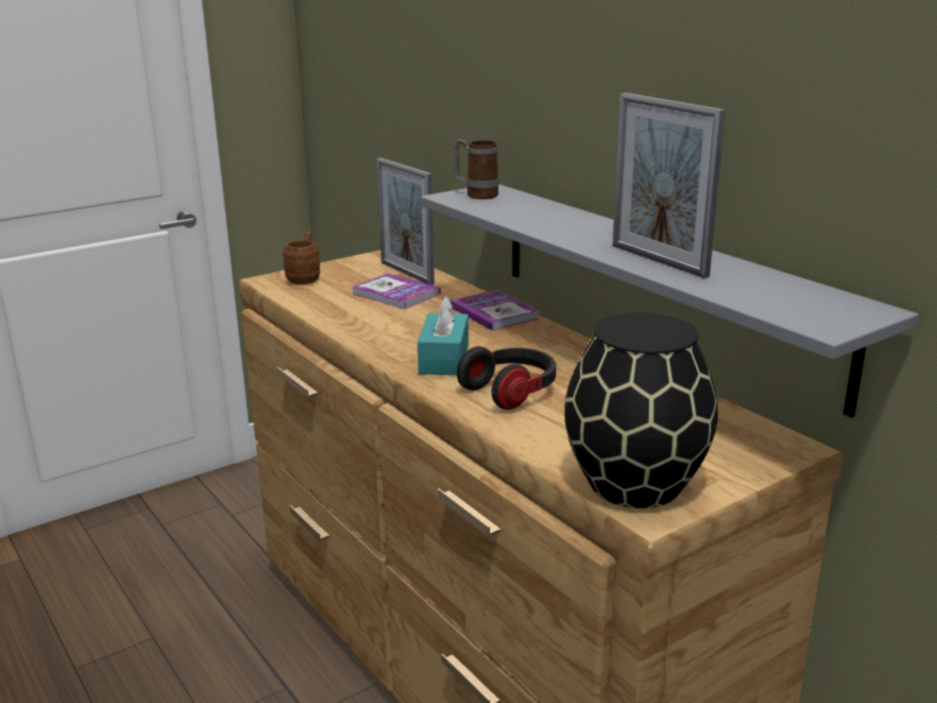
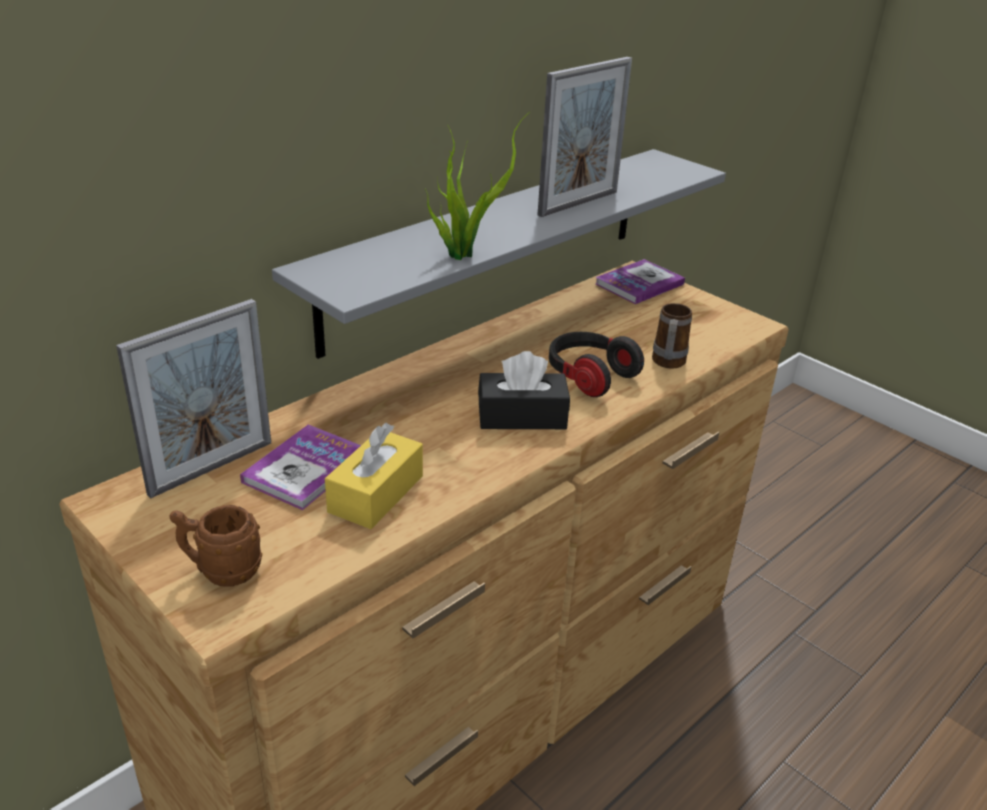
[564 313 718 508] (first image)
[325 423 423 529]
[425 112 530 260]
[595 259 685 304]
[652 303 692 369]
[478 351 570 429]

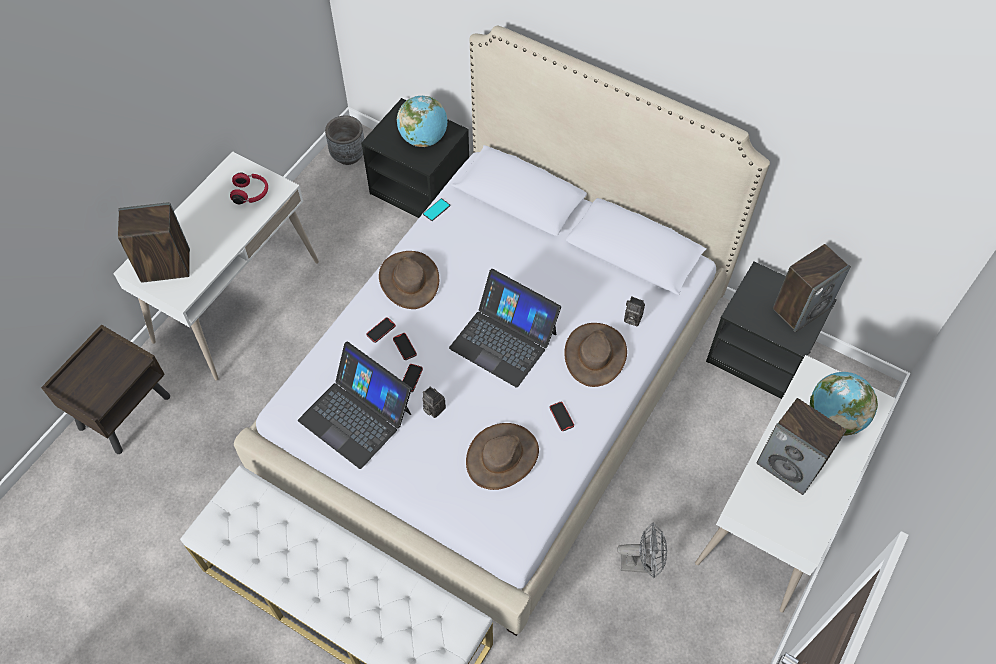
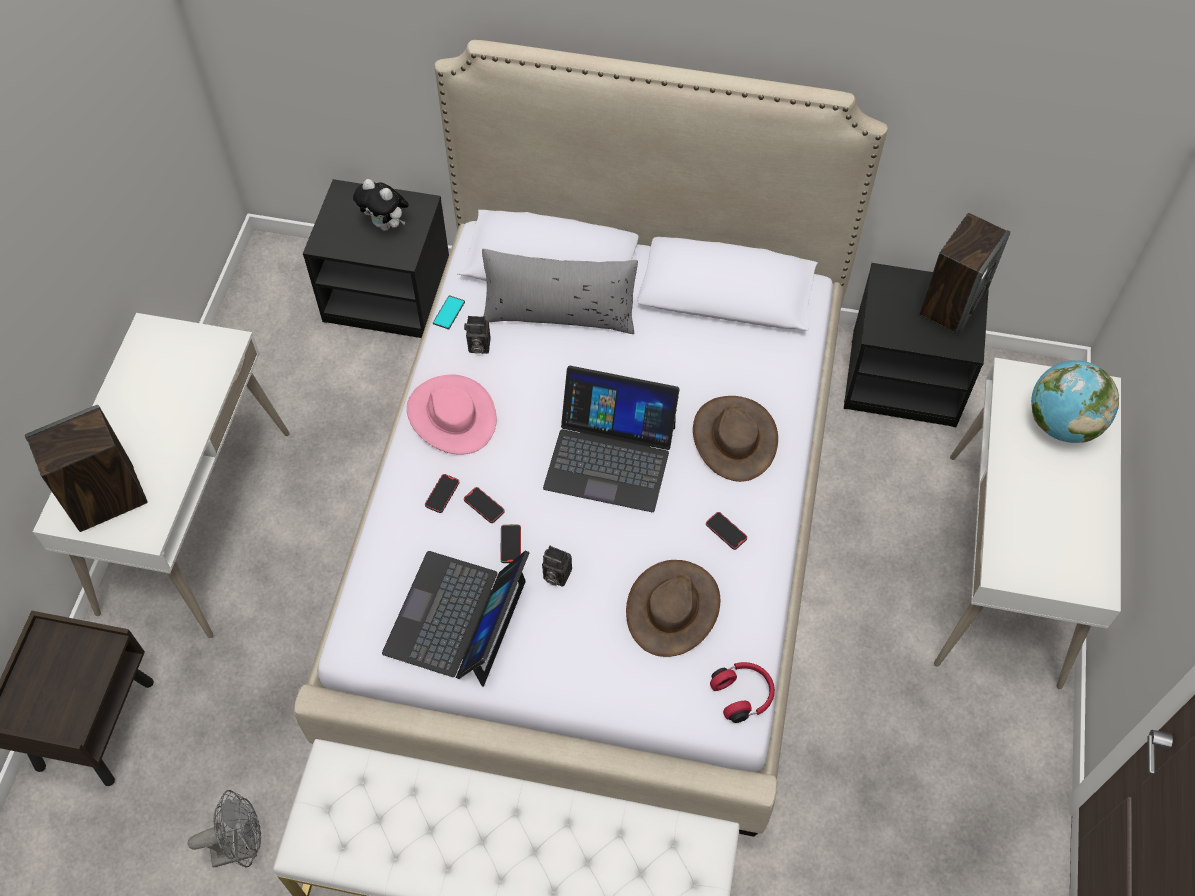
[325 116 364 165] (first image)
[757 398 846 495] (first image)
[482 248 638 334]
[710 662 775 723]
[188 790 261 867]
[464 316 491 354]
[353 179 409 231]
[407 375 497 455]
[382 550 530 687]

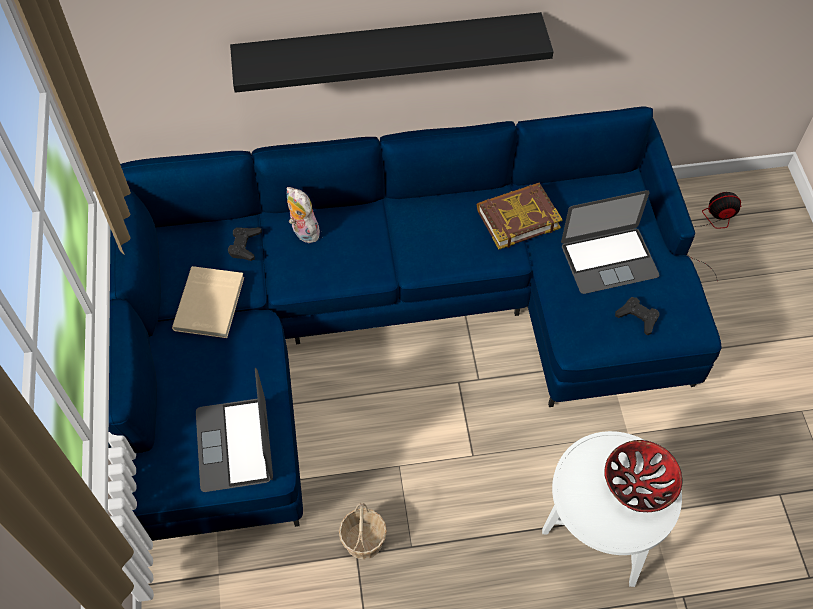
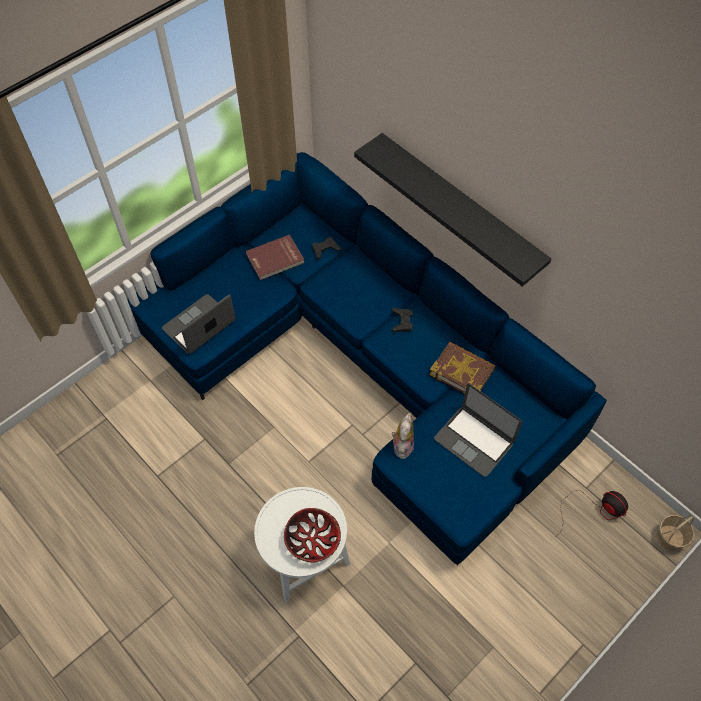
[392 413 414 459]
[656 515 694 552]
[392 307 413 332]
[246 235 304 280]

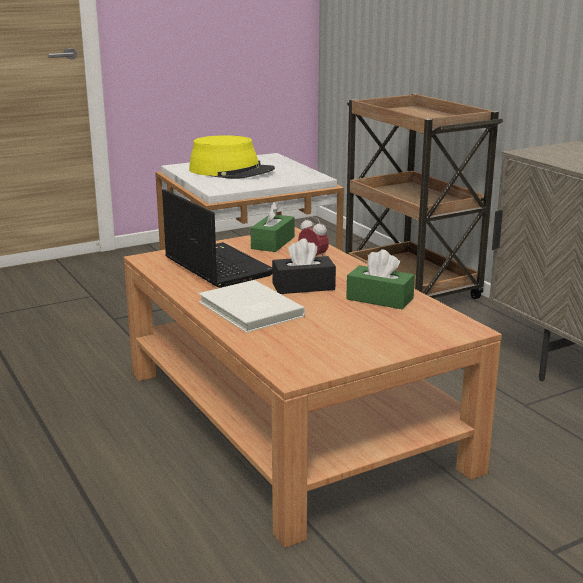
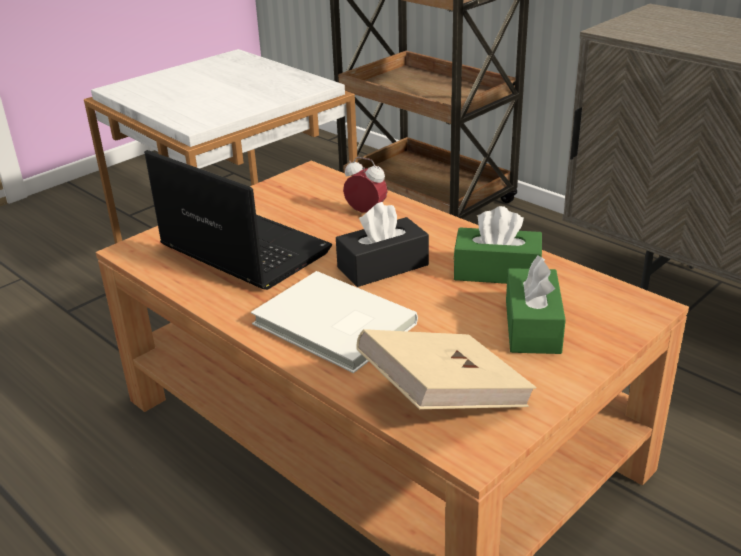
[189 135 275 179] (first image)
[356 329 537 409]
[506 255 566 354]

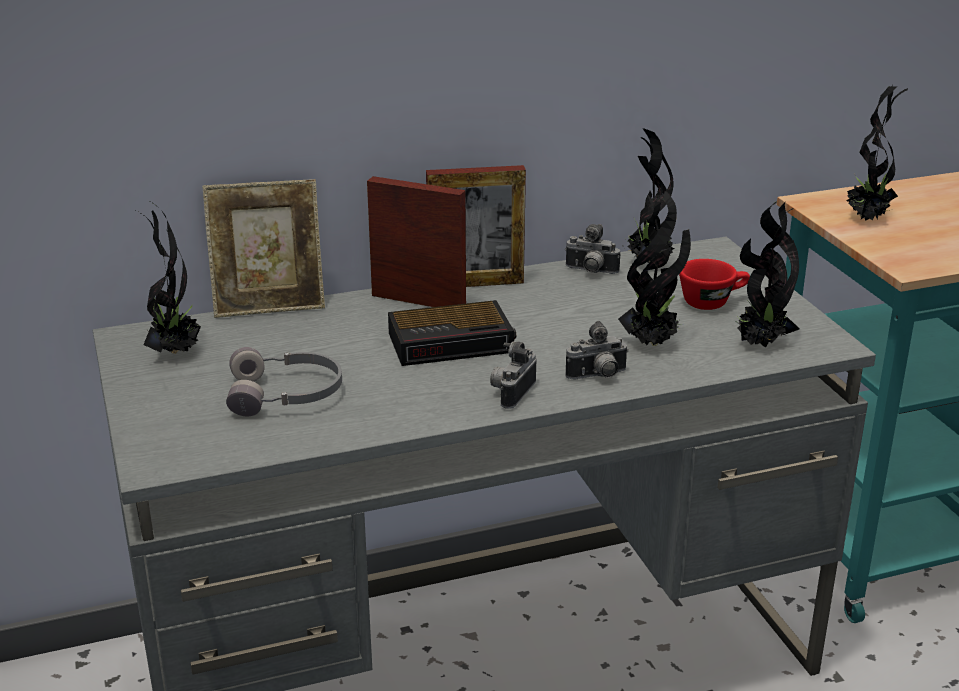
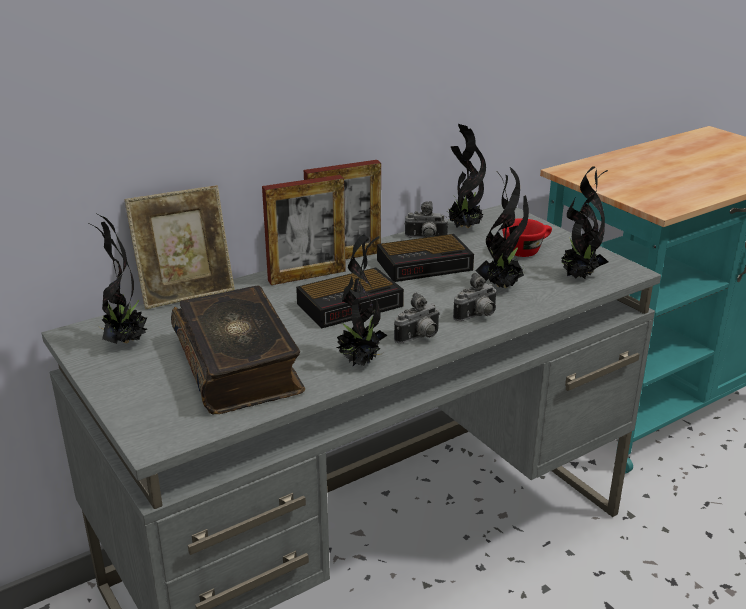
[377 234 474 282]
[336 234 387 366]
[171 285 305 414]
[262 175 346 285]
[394 293 440 343]

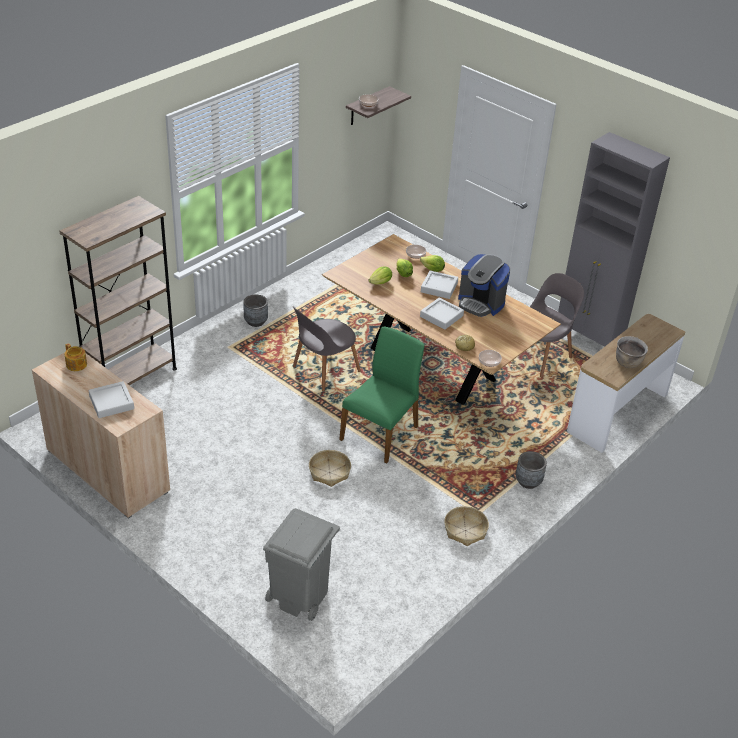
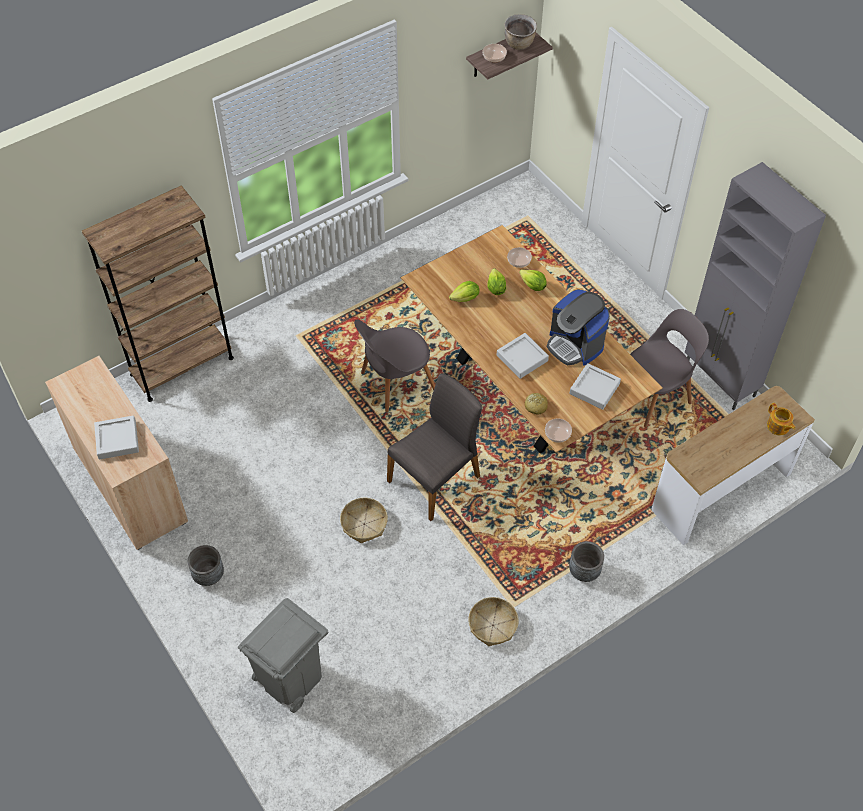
[767 403 795 435]
[188 545 224 586]
[569 363 621 410]
[504 14 537 50]
[387 374 482 521]

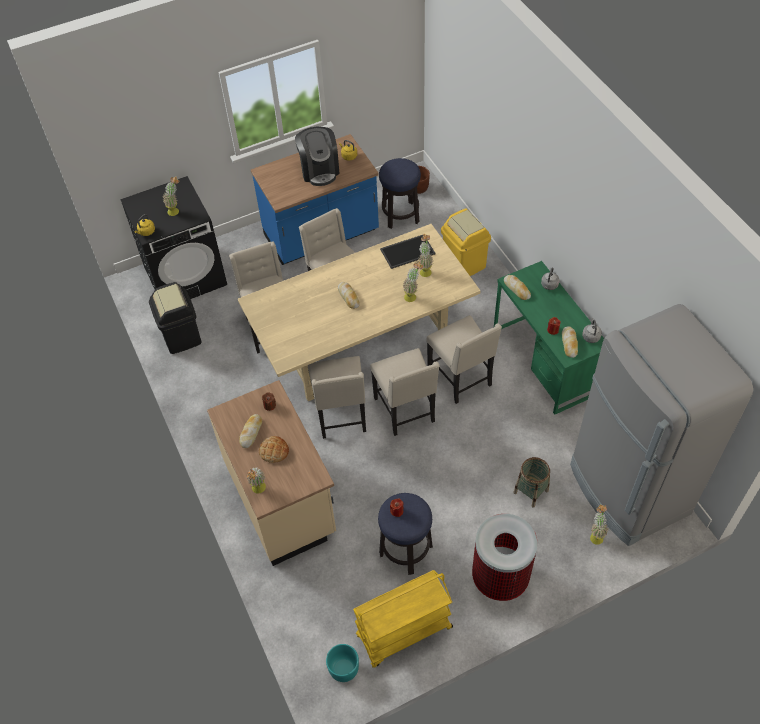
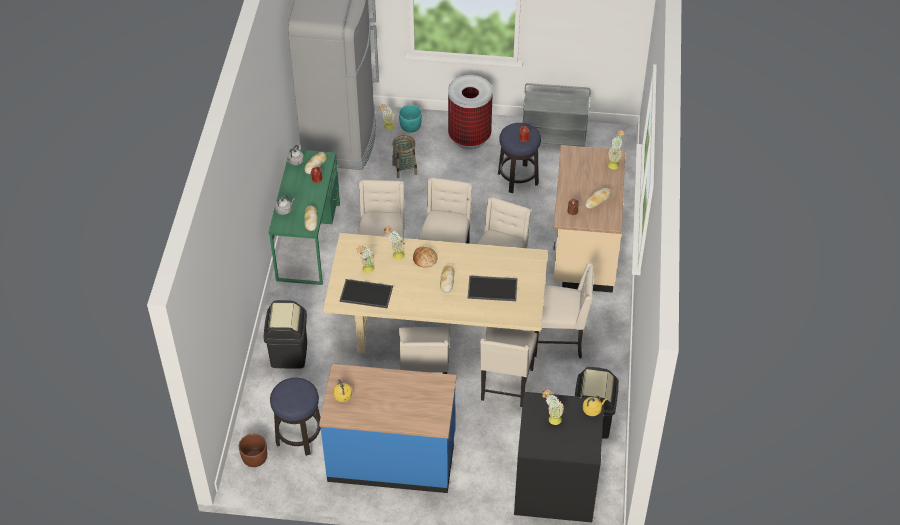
[295 127 340 186] (first image)
[468 276 517 301]
[535 263 594 358]
[413 247 437 268]
[399 105 422 133]
[523 83 591 147]
[264 300 307 369]

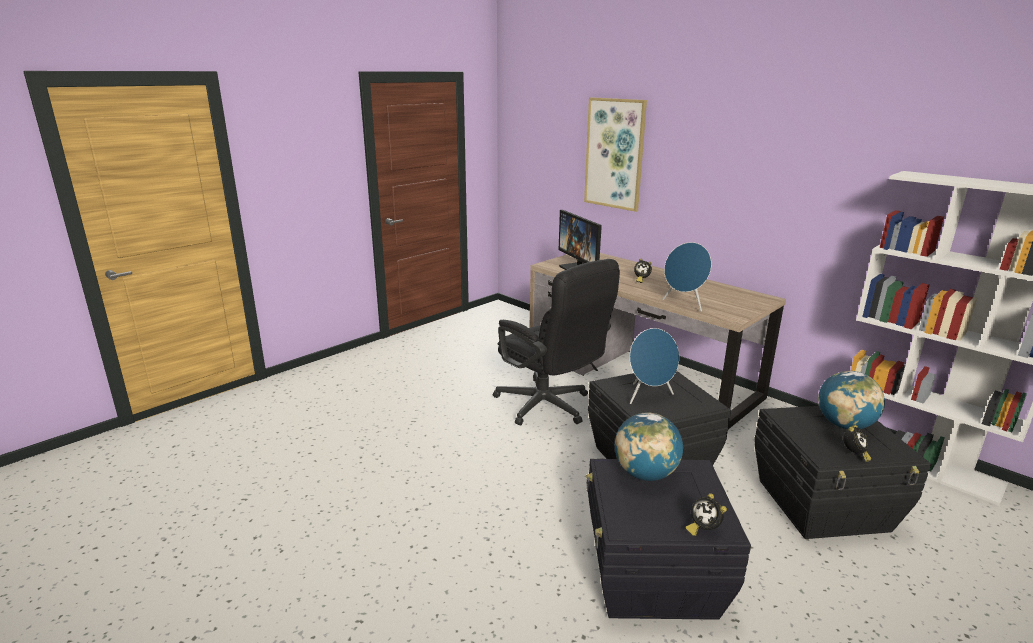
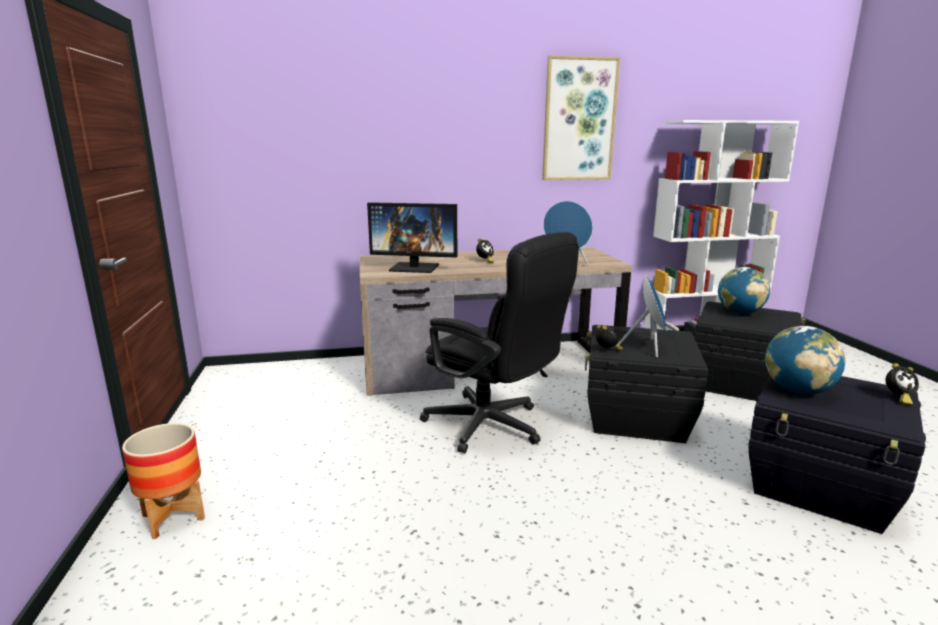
[122 423 205 539]
[542 55 620 180]
[596 325 623 351]
[420 232 579 453]

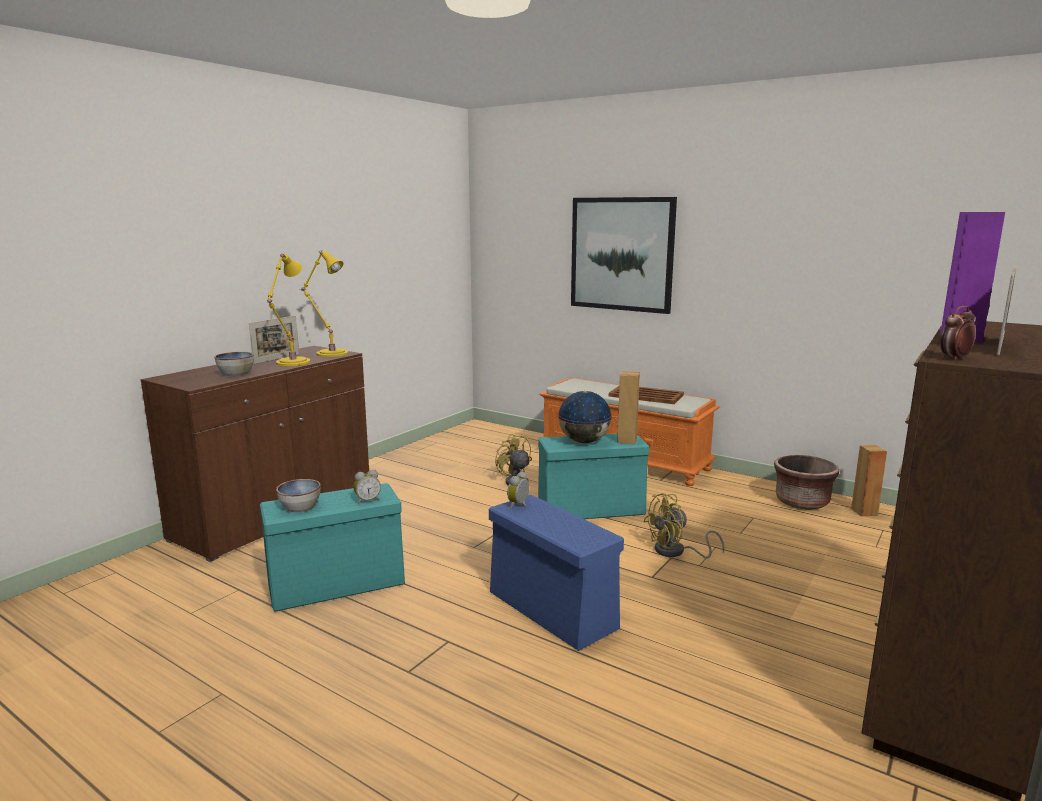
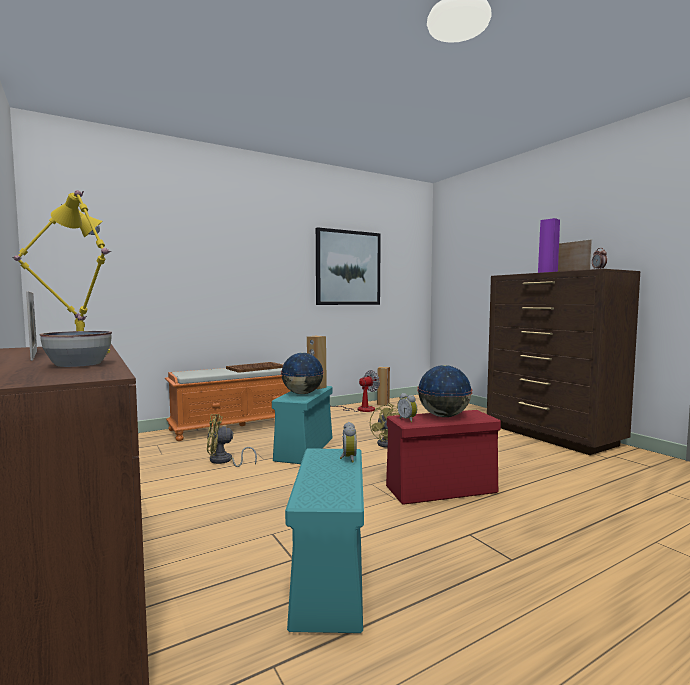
[276 479 321 512] (first image)
[417 365 472 417]
[316 227 381 305]
[330 370 380 412]
[386 410 501 505]

